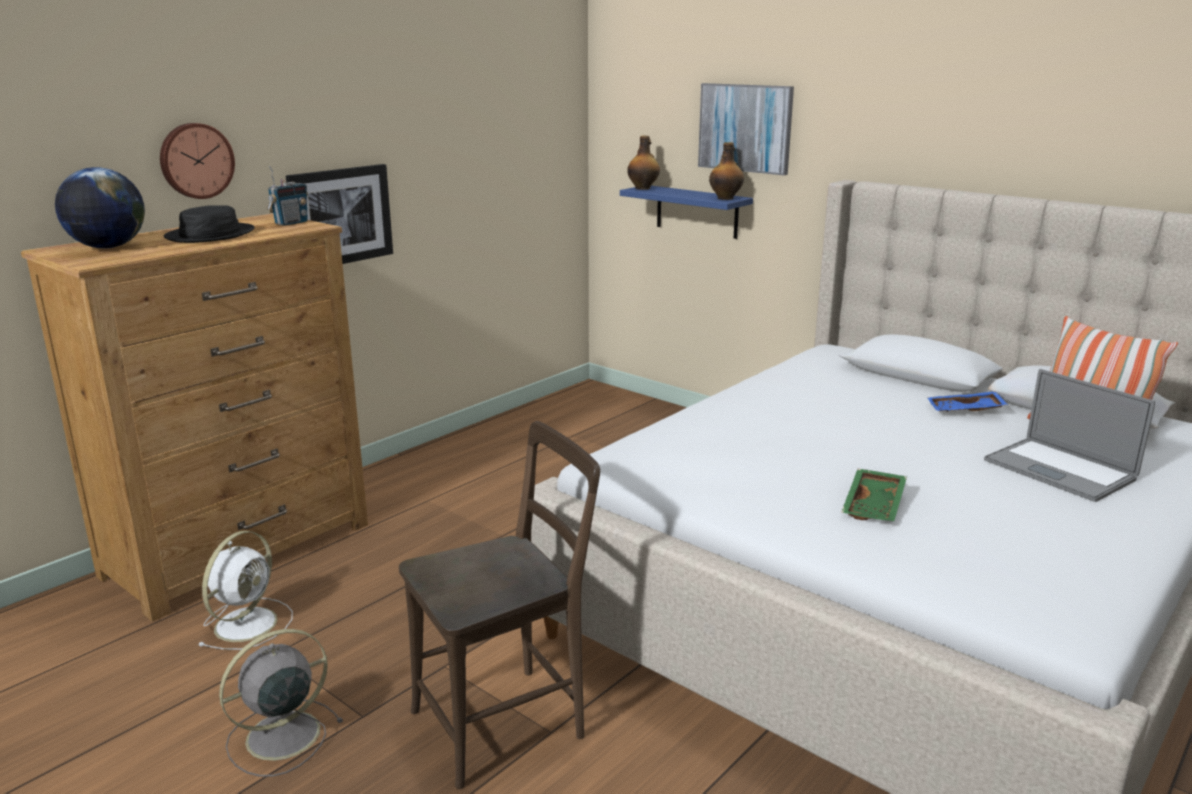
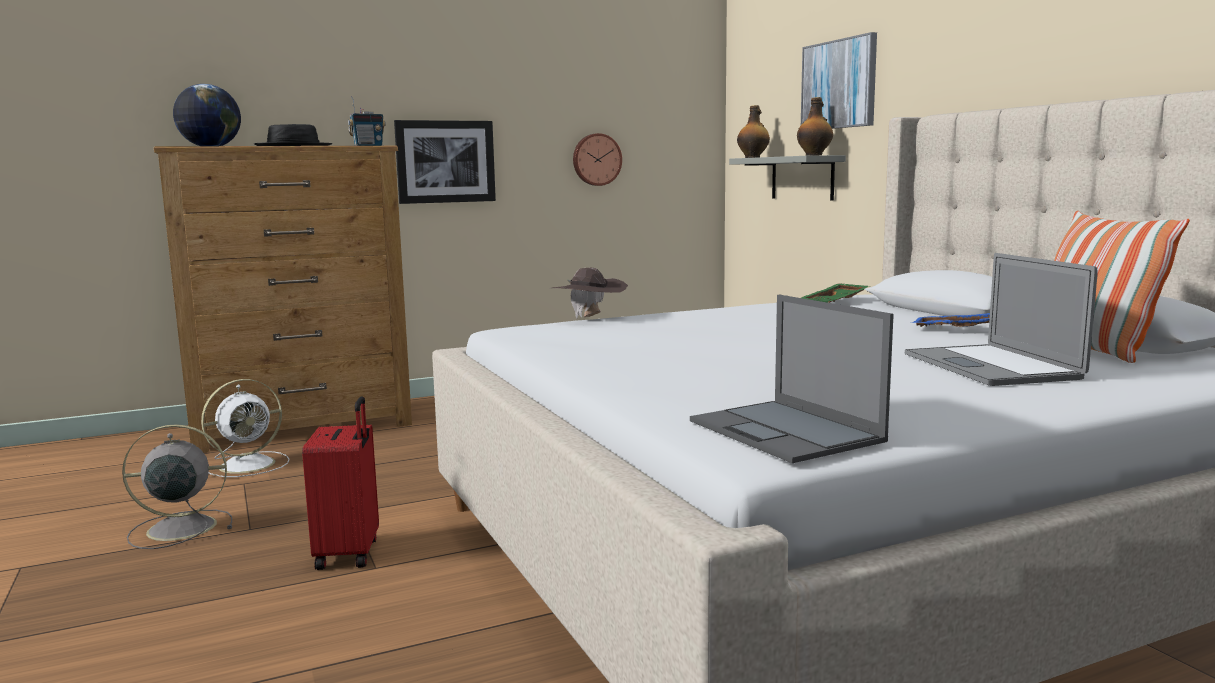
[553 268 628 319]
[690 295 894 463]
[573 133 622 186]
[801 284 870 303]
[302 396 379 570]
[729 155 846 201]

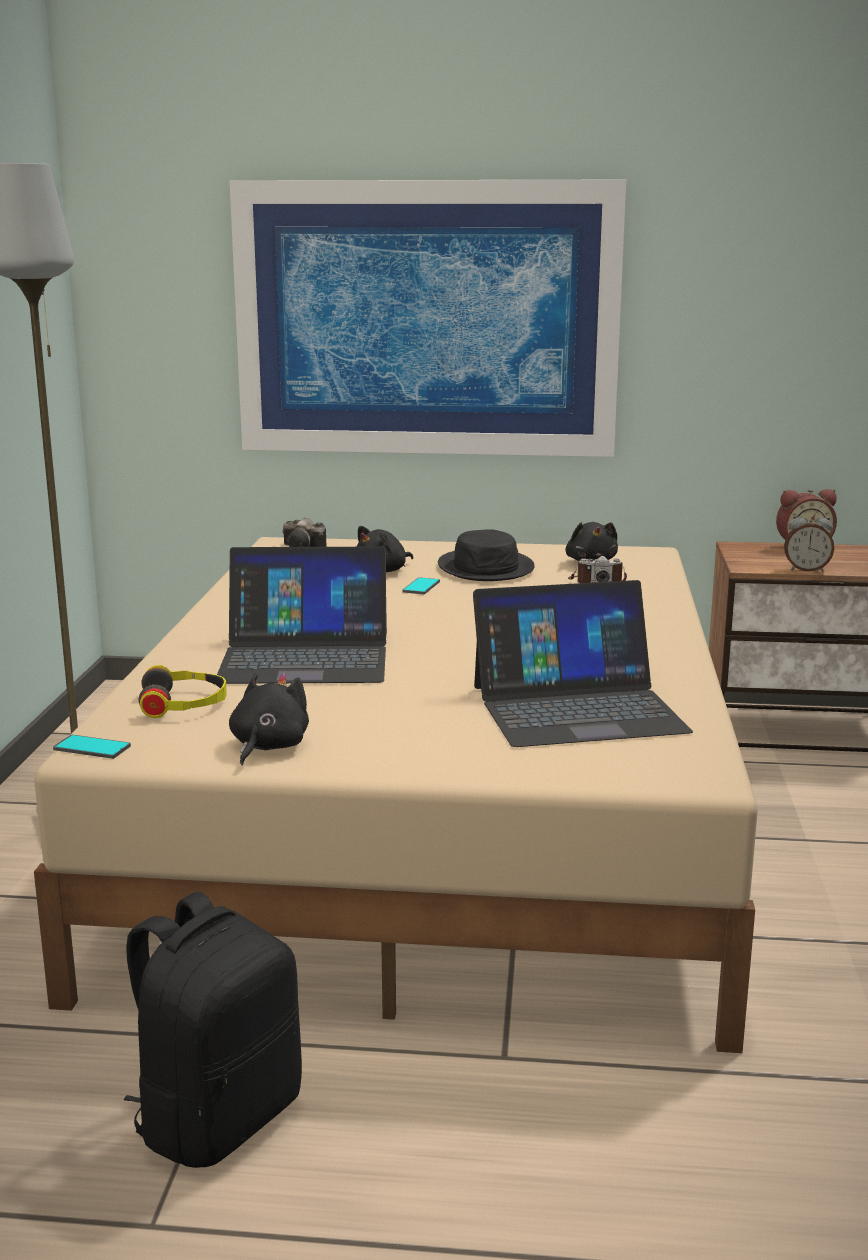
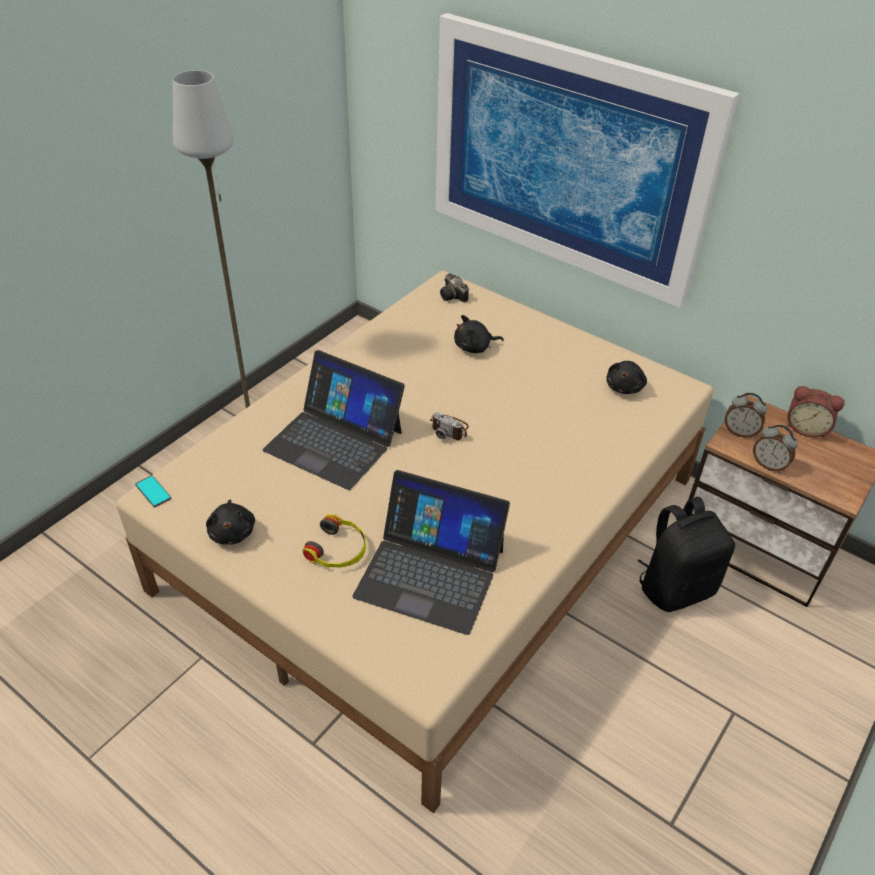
[402 577 440 594] (first image)
[438 529 535 581] (first image)
[725 393 767 438]
[638 497 735 612]
[302 514 366 567]
[430 412 469 440]
[206 500 255 545]

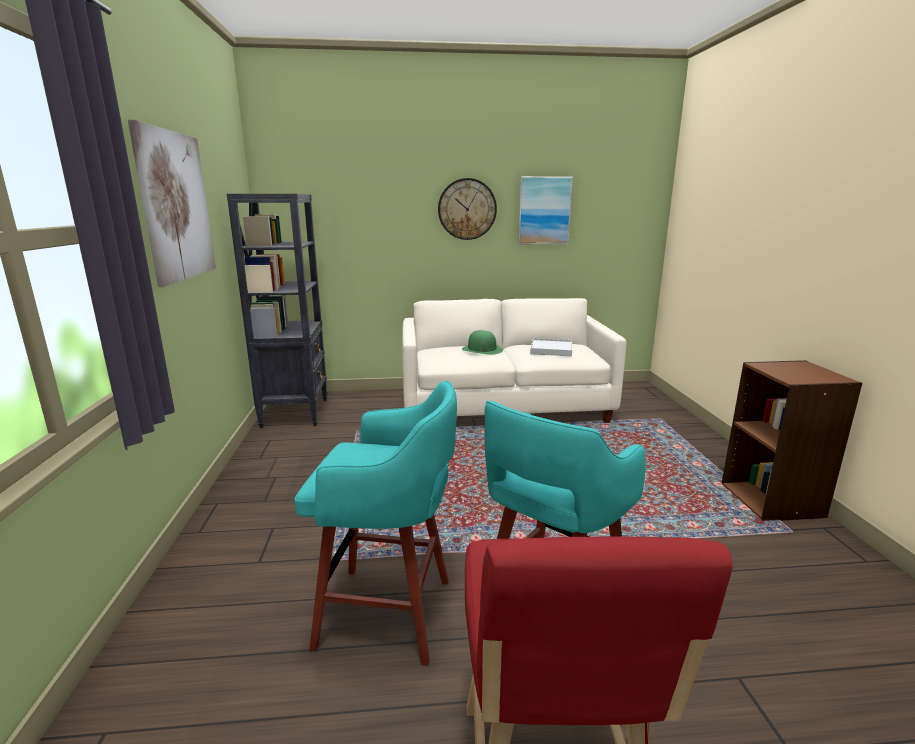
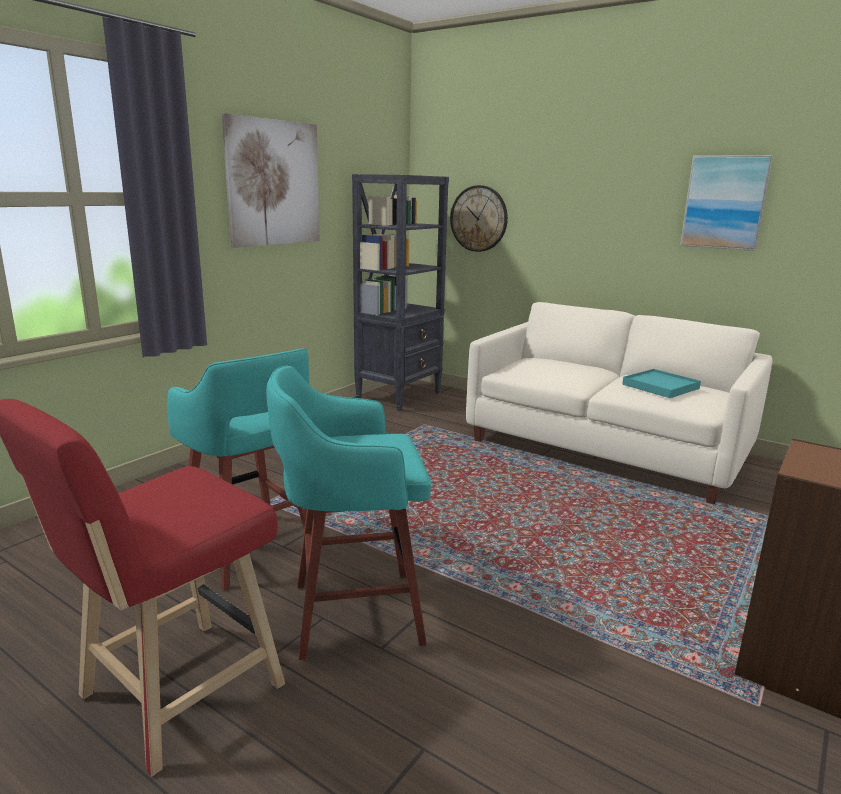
[462 330 503 354] (first image)
[450 185 508 252]
[622 369 701 398]

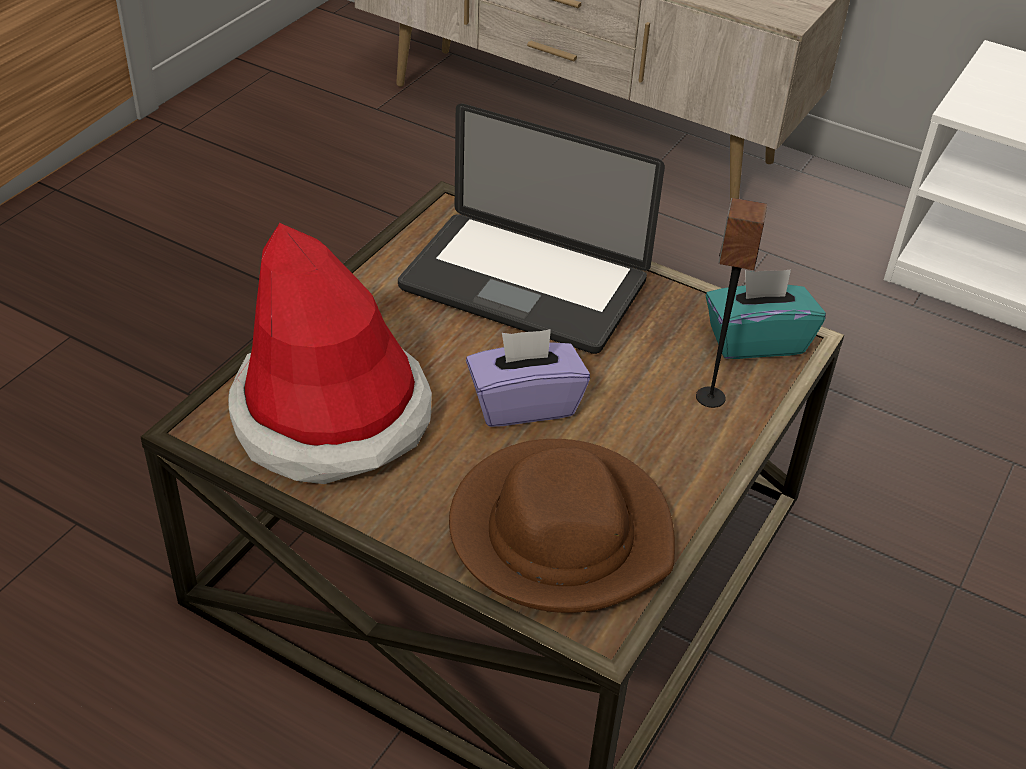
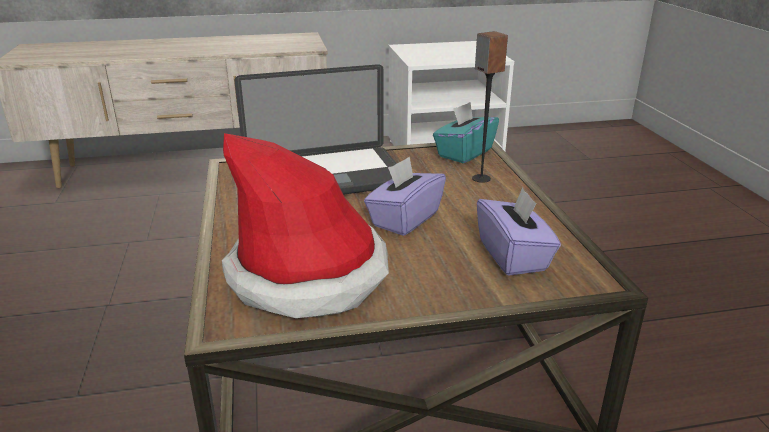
[477 187 561 276]

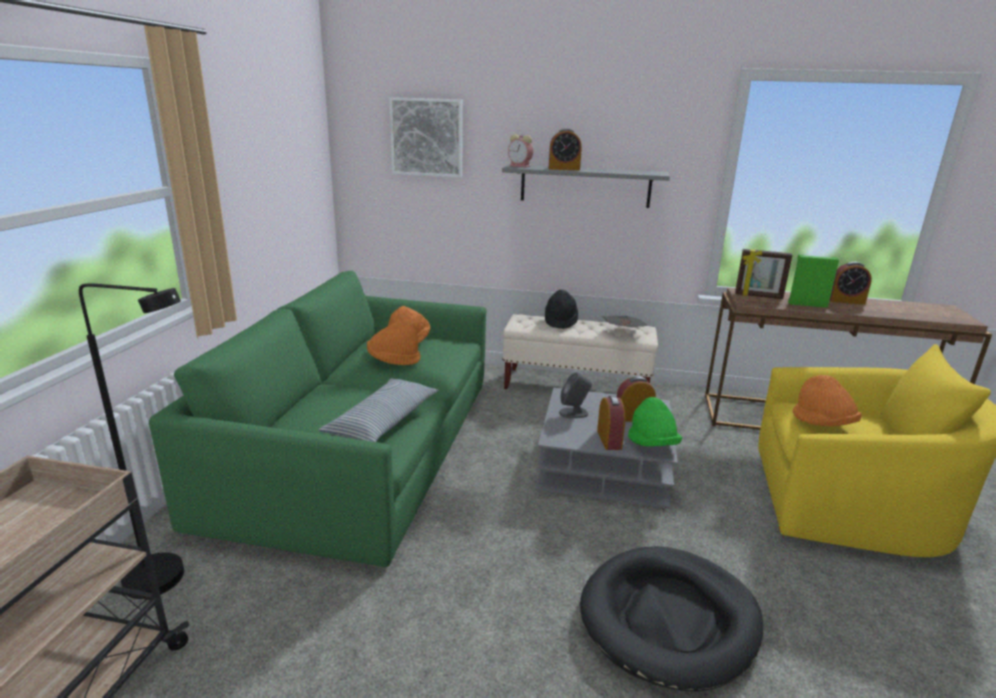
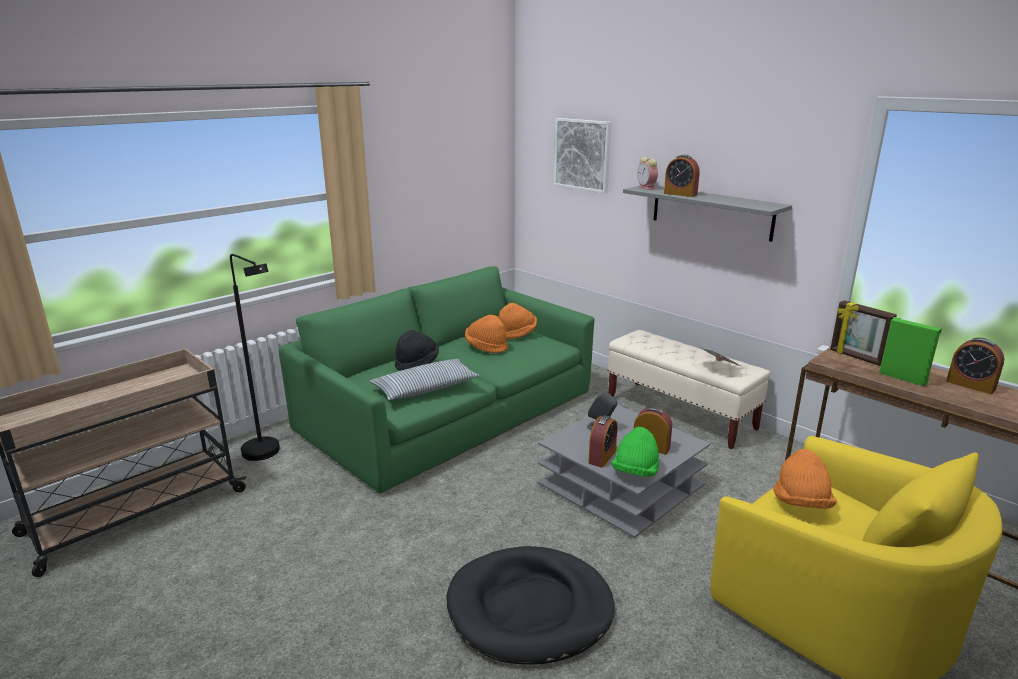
[395 330 439 371]

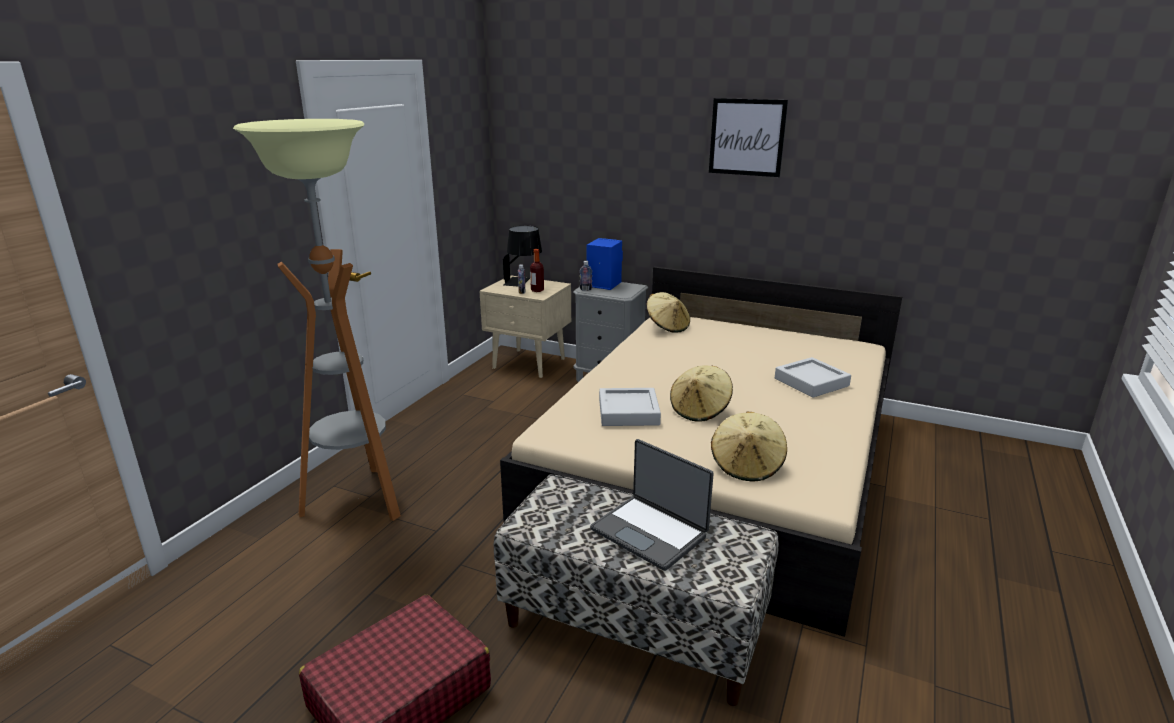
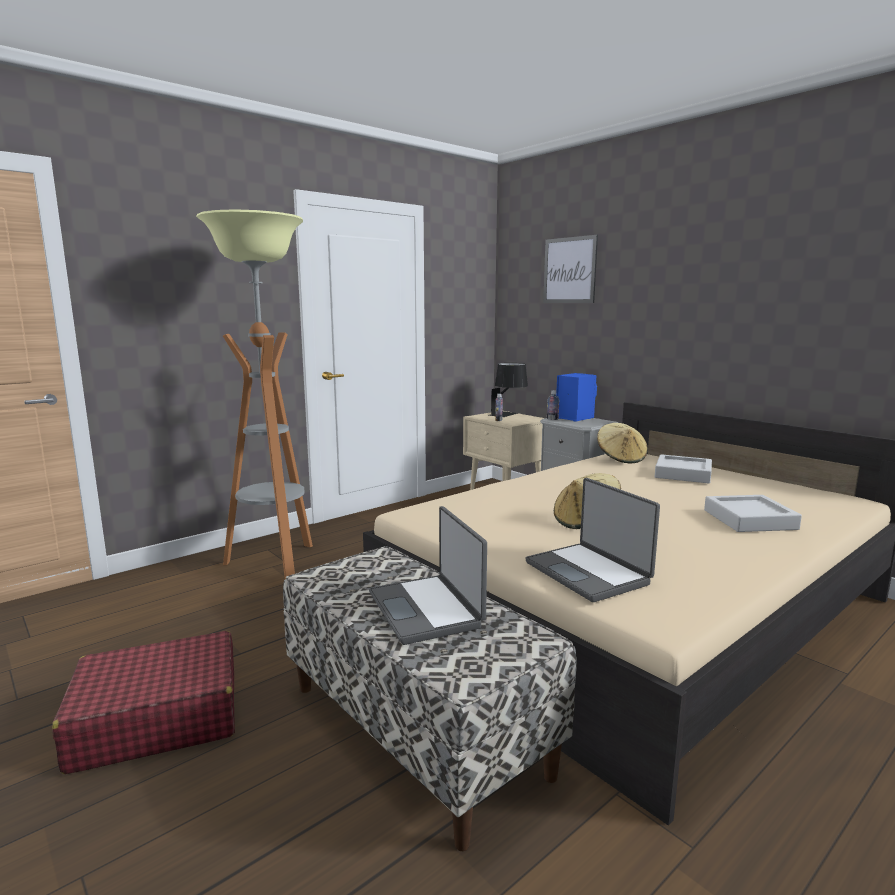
[530 249 544 292] (first image)
[655 454 712 483]
[543 235 598 303]
[525 478 660 602]

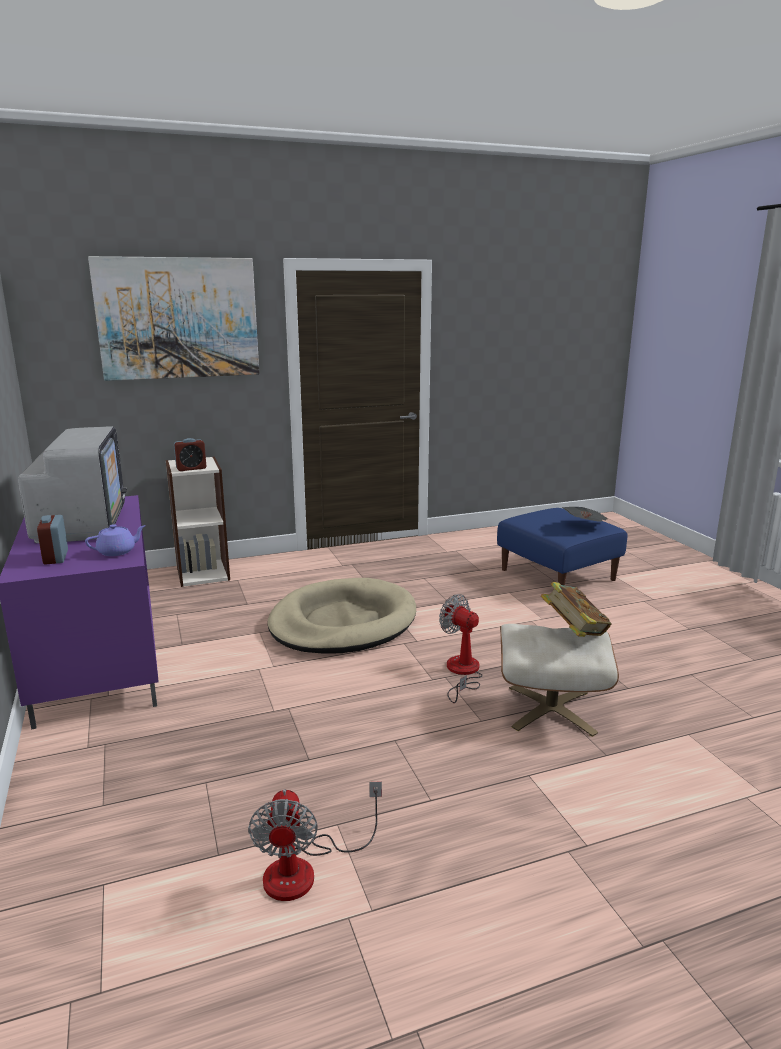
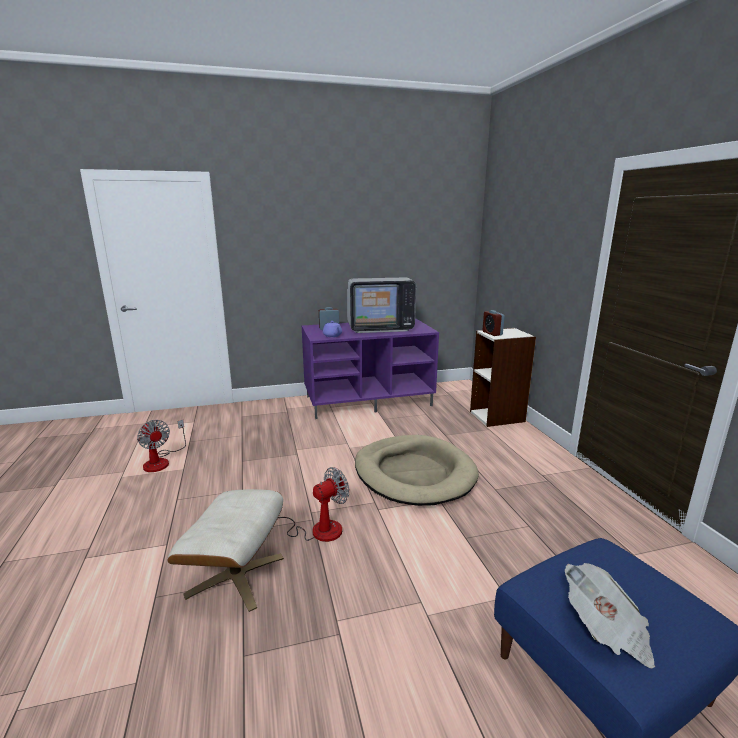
[88 256 259 381] (first image)
[541 582 611 637] (first image)
[137 420 186 472]

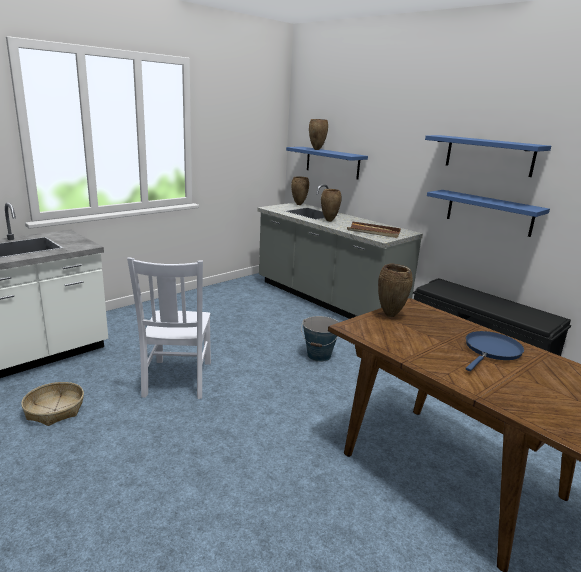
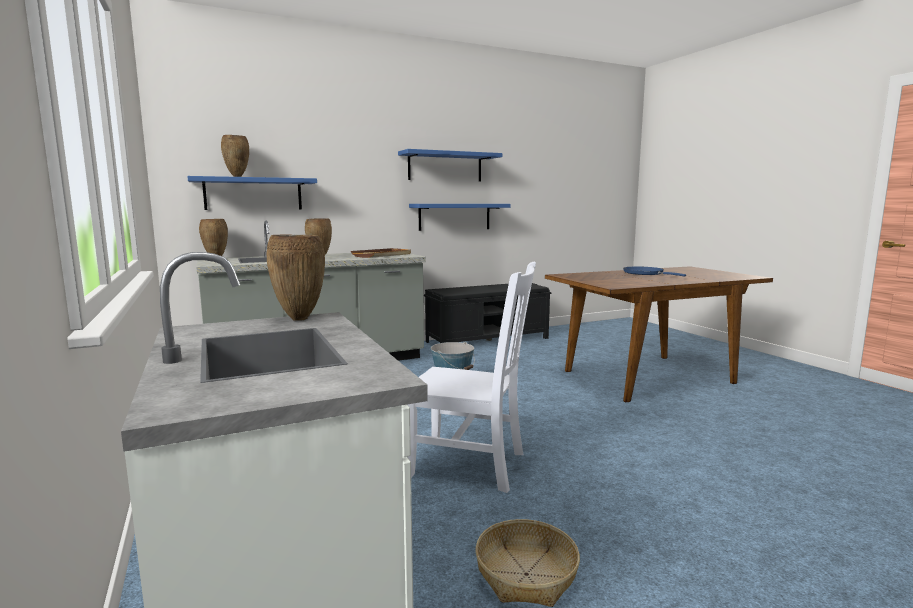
[267 235 325 321]

